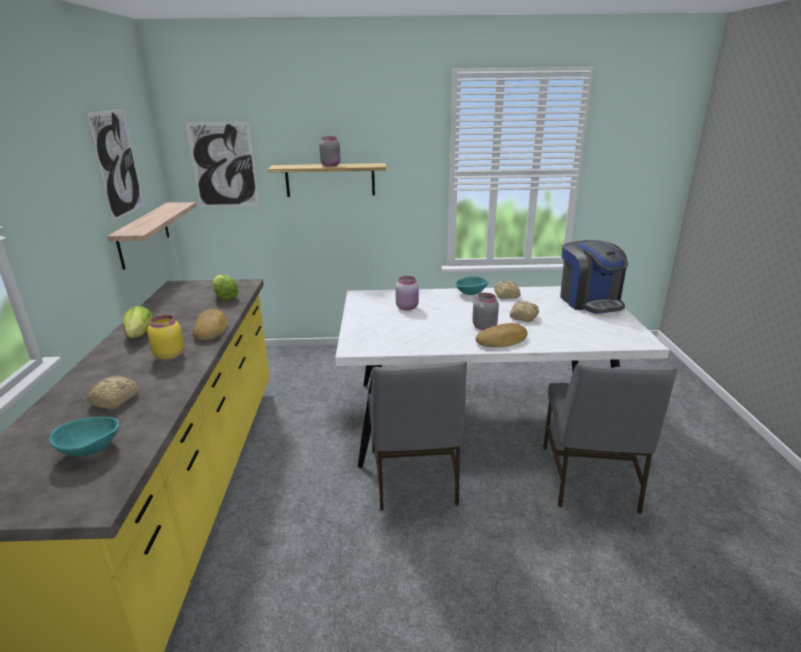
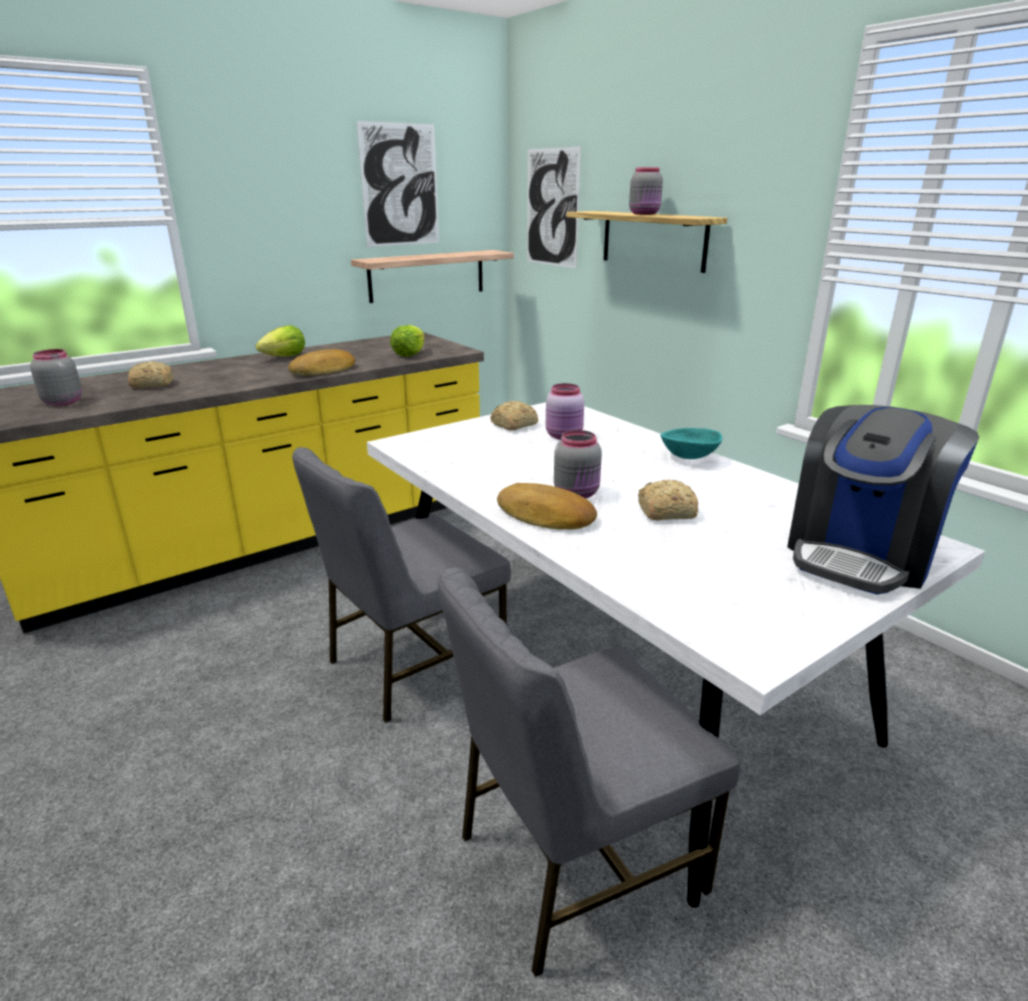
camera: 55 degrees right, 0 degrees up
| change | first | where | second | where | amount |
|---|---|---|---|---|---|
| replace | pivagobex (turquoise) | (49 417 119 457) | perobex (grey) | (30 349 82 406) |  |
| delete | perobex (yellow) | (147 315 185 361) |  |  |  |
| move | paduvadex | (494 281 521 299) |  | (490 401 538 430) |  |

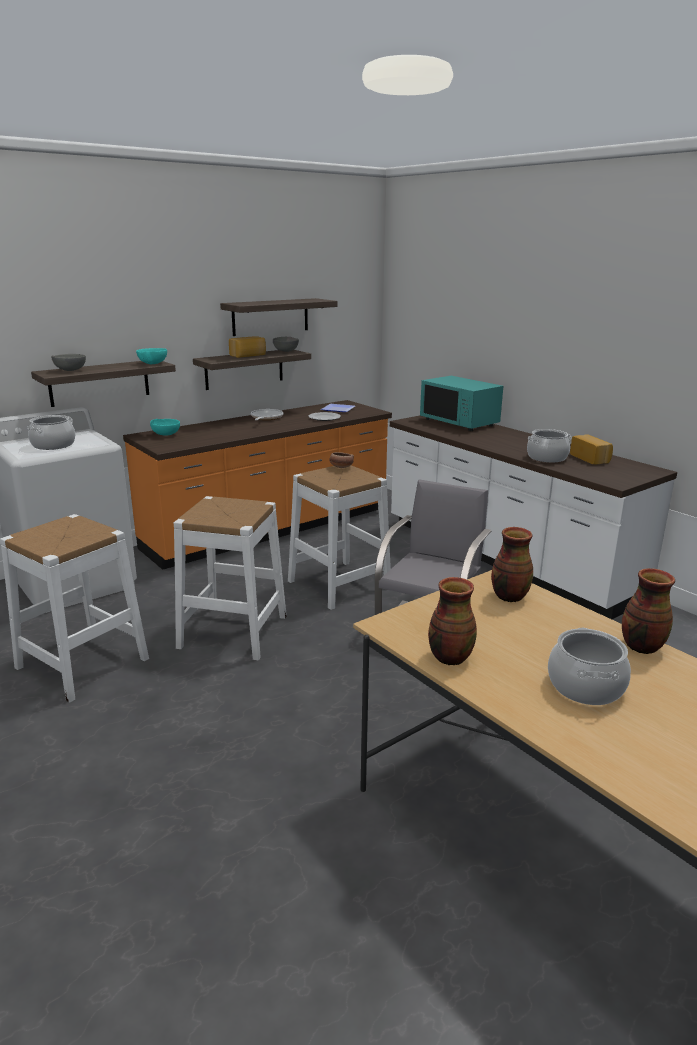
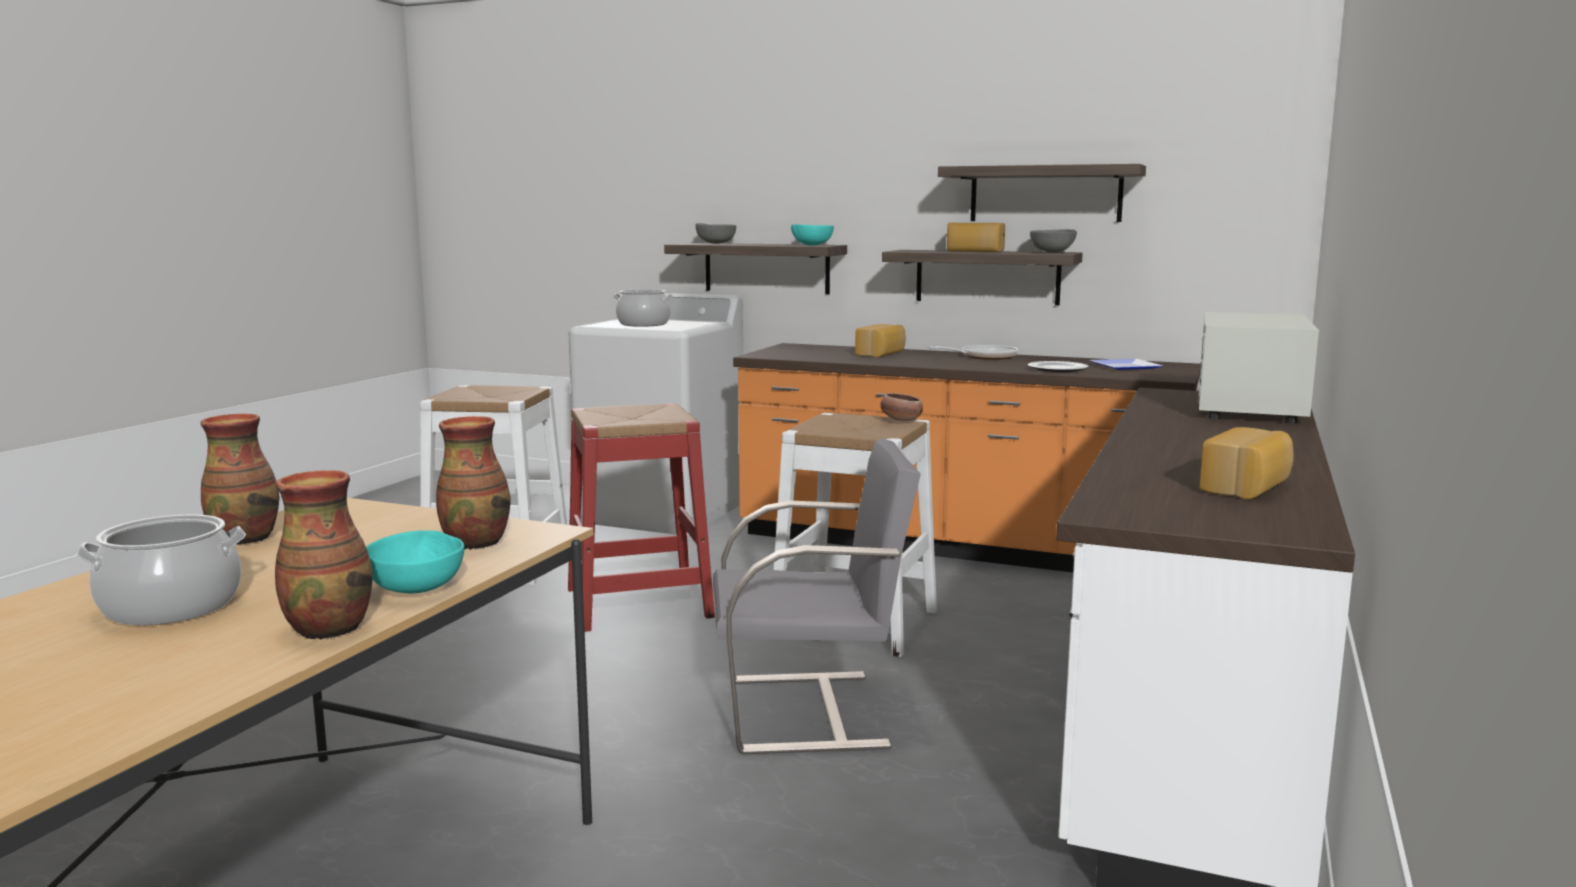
camera: 60 degrees right, 10 degrees down
| change | first | where | second | where | amount |
|---|---|---|---|---|---|
| move | pivagobex (turquoise) | (150 419 180 436) |  | (366 530 464 593) |  |
| recolor | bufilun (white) | (174 496 287 660) | bufilun (red) | (568 403 715 632) |  |
| recolor | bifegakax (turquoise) | (420 376 503 431) | bifegakax (white) | (1199 312 1319 424) |  |
| delete | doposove | (527 429 572 463) |  |  |  |
| insert |  |  | paduvadex | (855 324 906 357) |  |

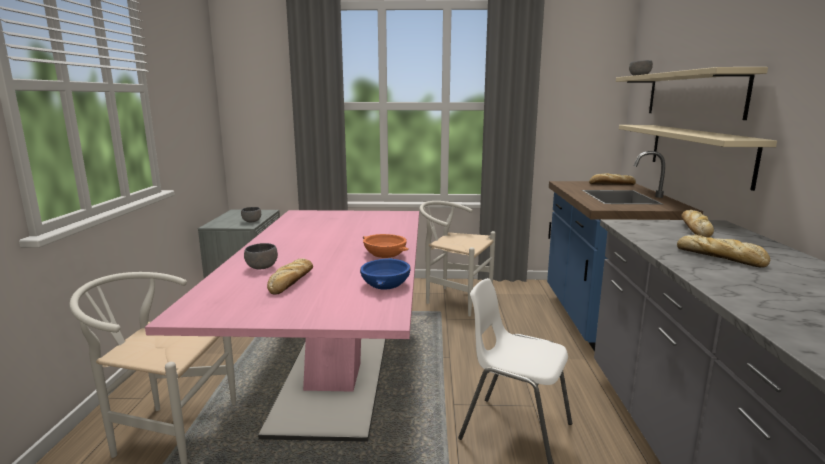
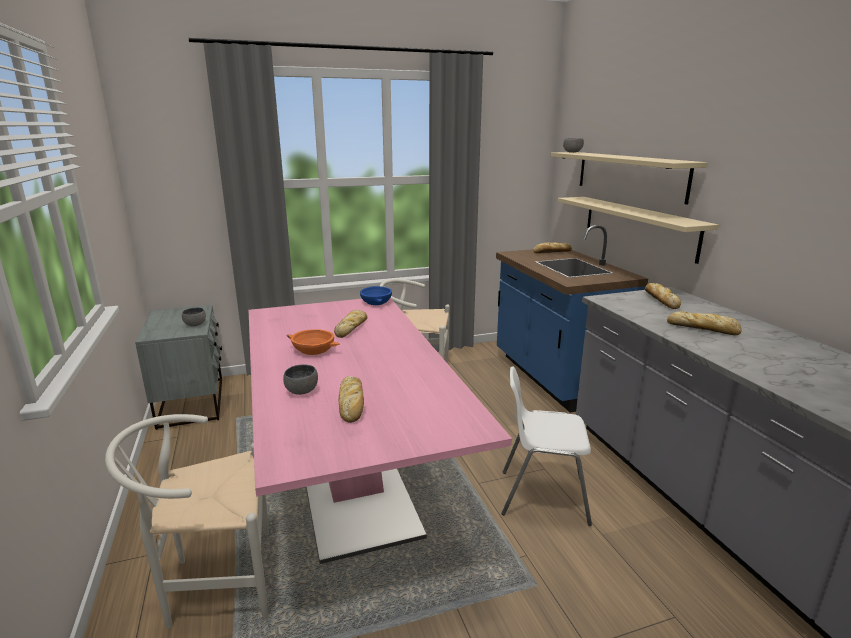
camera: 20 degrees left, 5 degrees up
| change | first | where | second | where | amount |
|---|---|---|---|---|---|
| move | pivagobex (blue) | (360 258 411 290) |  | (360 286 392 305) |  |
| move | pivagobex (orange) | (363 234 409 258) |  | (287 329 339 355) |  |
| insert |  |  | paduvadex | (334 310 367 338) |  |

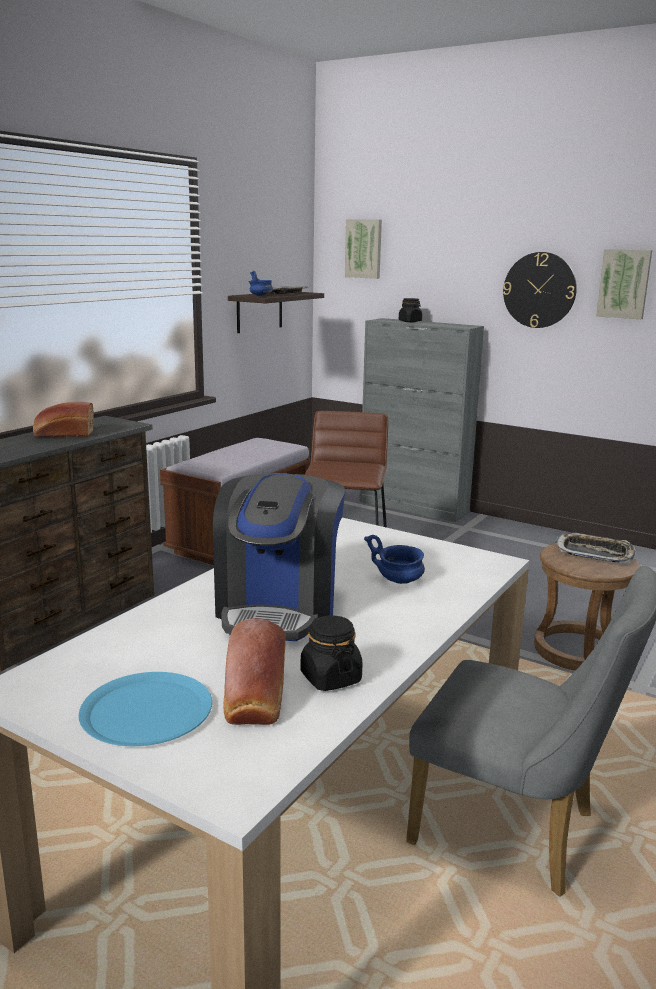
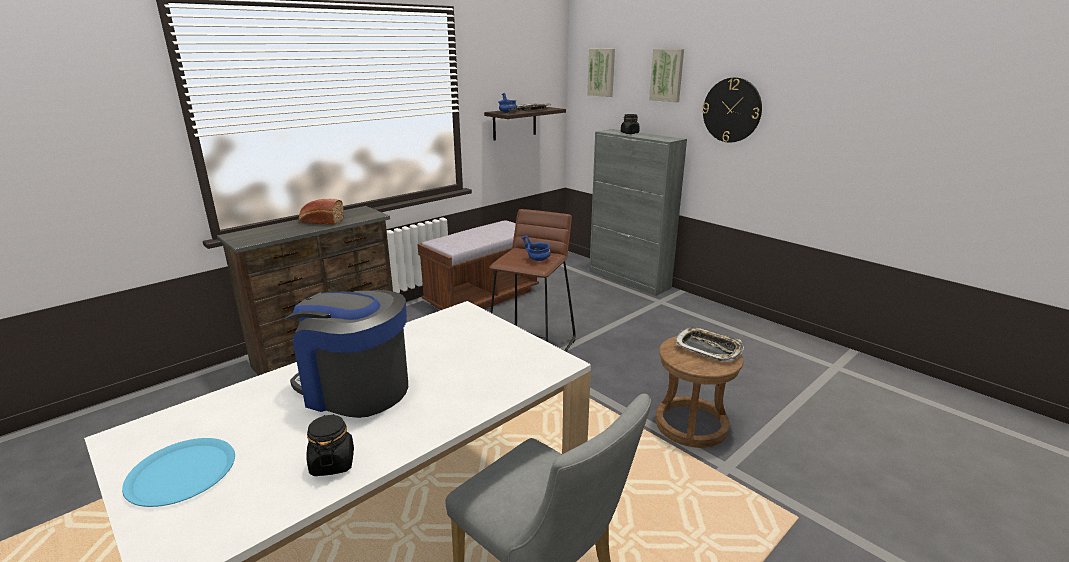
camera: 15 degrees right, 5 degrees up
| change | first | where | second | where | amount |
|---|---|---|---|---|---|
| rotate | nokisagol | (213 473 345 641) |  | (285 290 408 418) | 90 degrees clockwise |
| delete | paduvadex | (223 618 286 725) |  |  |  |
| move | pivagobex (blue) | (364 535 425 584) |  | (521 236 551 261) |  |
| move | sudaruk | (596 249 652 319) |  | (649 49 684 102) |  |

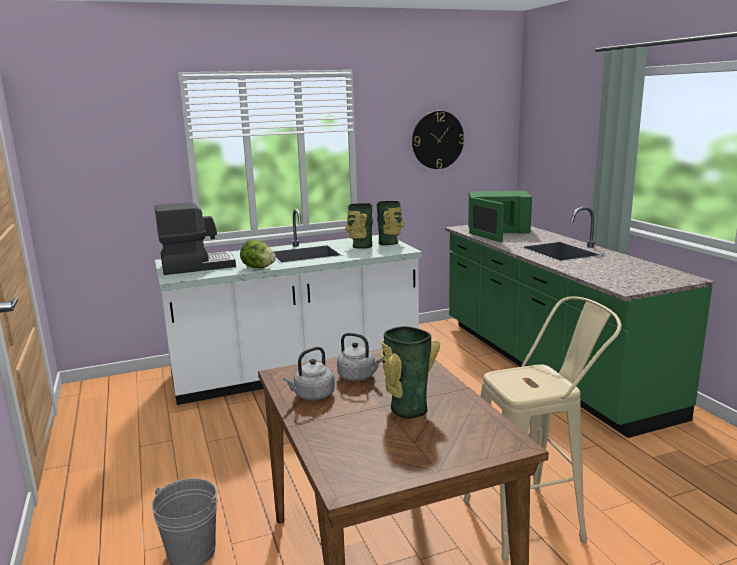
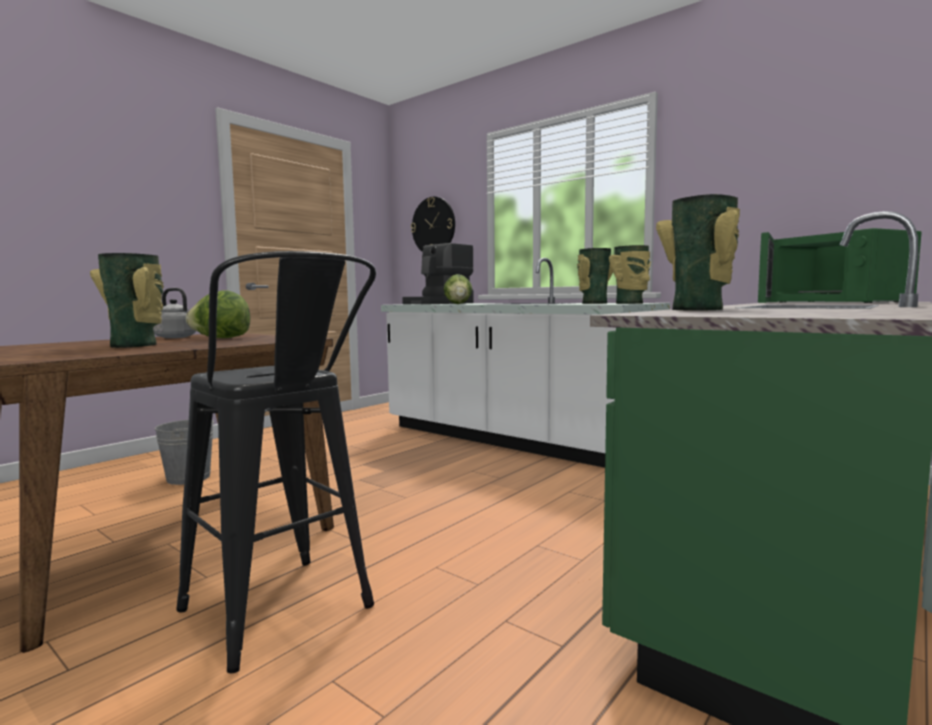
camera: 60 degrees right, 10 degrees down
| change | first | where | second | where | amount |
|---|---|---|---|---|---|
| rotate | nokisagol | (155 202 236 275) |  | (402 243 474 304) | 90 degrees clockwise |
| replace | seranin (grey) | (337 333 383 381) | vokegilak | (186 290 250 338) |  |
| move | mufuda | (412 111 465 169) |  | (411 197 455 252) |  |
| recolor | bufilun (beige) | (463 297 622 561) | bufilun (black) | (176 251 376 673) |  |
| insert |  |  | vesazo | (656 194 740 310) |  |

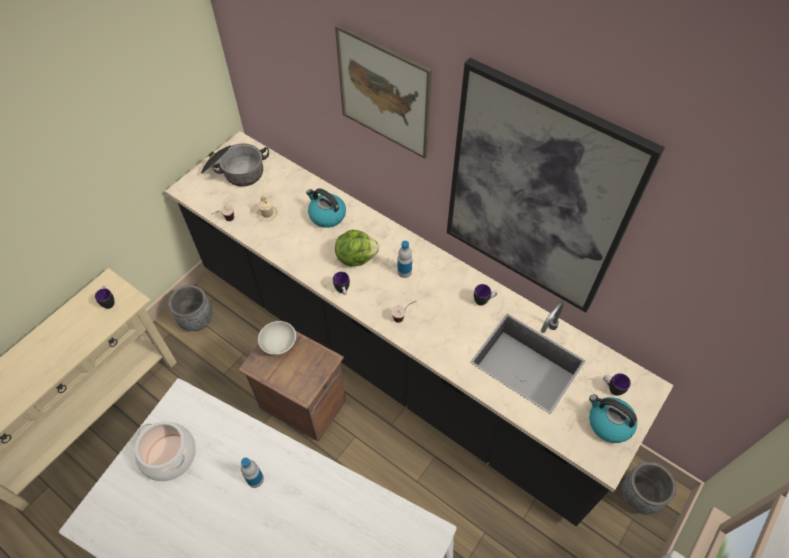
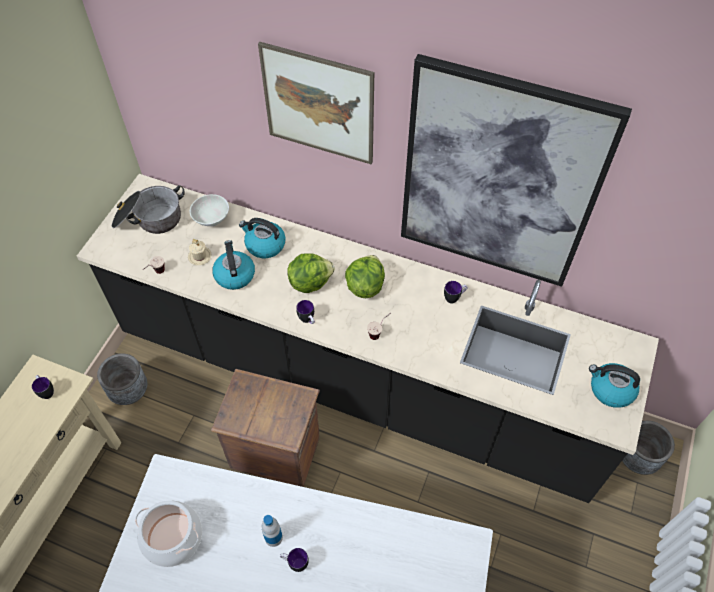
camera: 15 degrees left, 0 degrees up
| change | first | where | second | where | amount |
|---|---|---|---|---|---|
| move | pivagobex (white) | (258 321 296 355) |  | (190 194 229 226) |  |
| replace | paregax | (397 241 412 278) | vokegilak | (345 255 385 298) |  |
| move | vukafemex | (603 373 631 396) |  | (280 548 309 572) |  |
| insert |  |  | seranin | (212 240 255 290) |  |

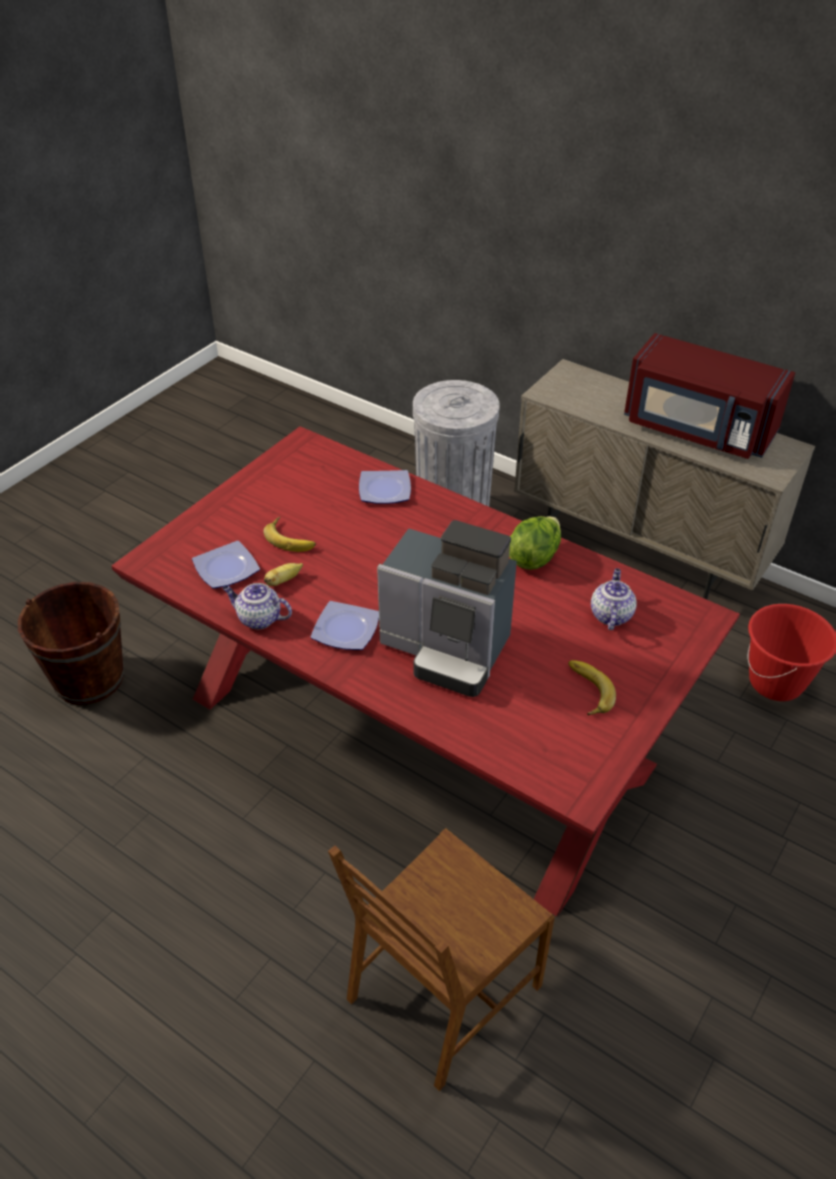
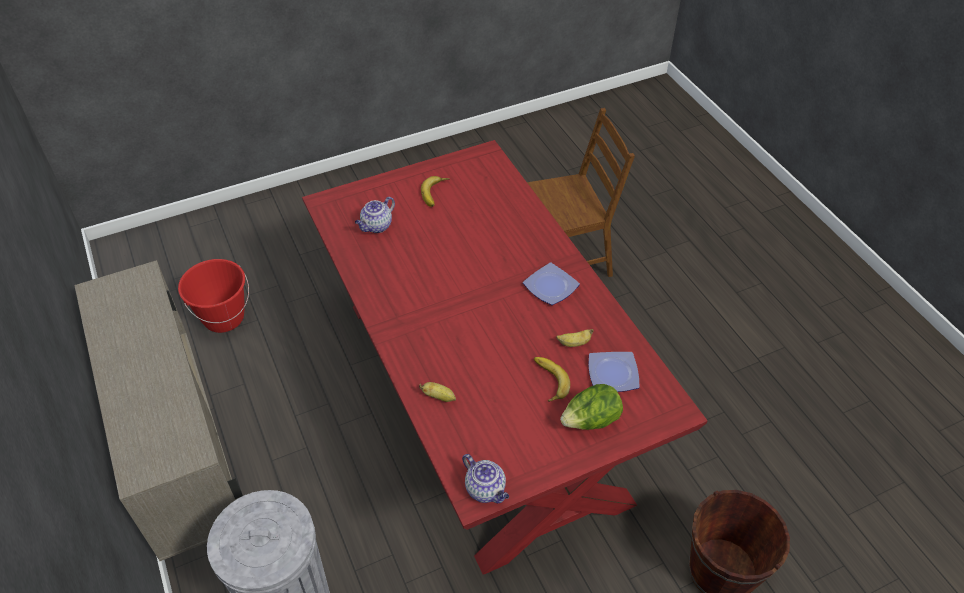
camera: 150 degrees left, 5 degrees up
| change | first | where | second | where | amount |
|---|---|---|---|---|---|
| move | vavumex | (222 583 292 629) |  | (462 454 509 503) |  |
| replace | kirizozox | (359 470 411 504) | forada | (419 382 456 402) |  |
| delete | nokisagol | (377 520 517 697) |  |  |  |
| move | vokegilak | (509 516 561 570) |  | (560 384 623 430) |  |
| delete | bifegakax (red) | (624 333 795 459) |  |  |  |

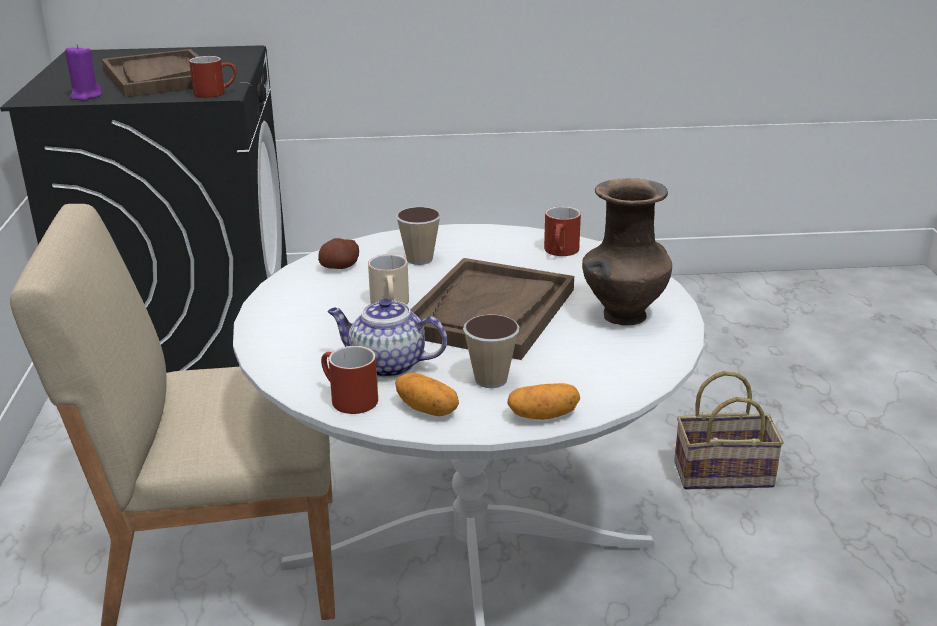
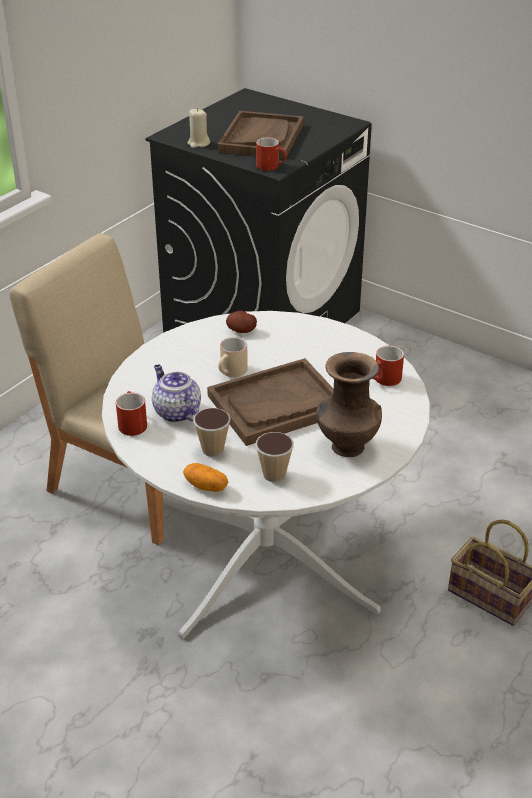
camera: 40 degrees right, 10 degrees up
| change | first | where | second | where | amount |
|---|---|---|---|---|---|
| recolor | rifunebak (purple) | (65 44 103 101) | rifunebak (beige) | (188 108 210 148) |  |
| delete | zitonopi | (395 373 459 416) |  |  |  |
| move | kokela | (396 207 441 265) |  | (255 432 294 482) |  |

